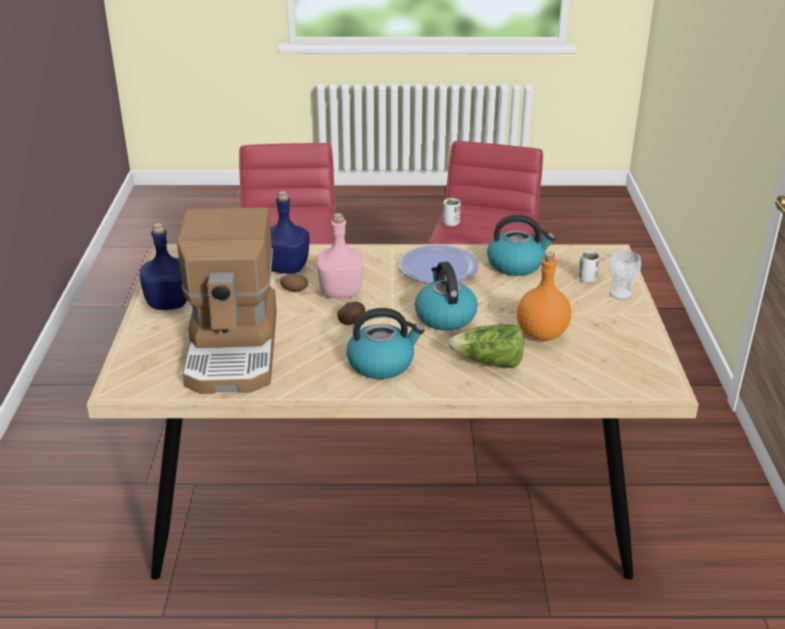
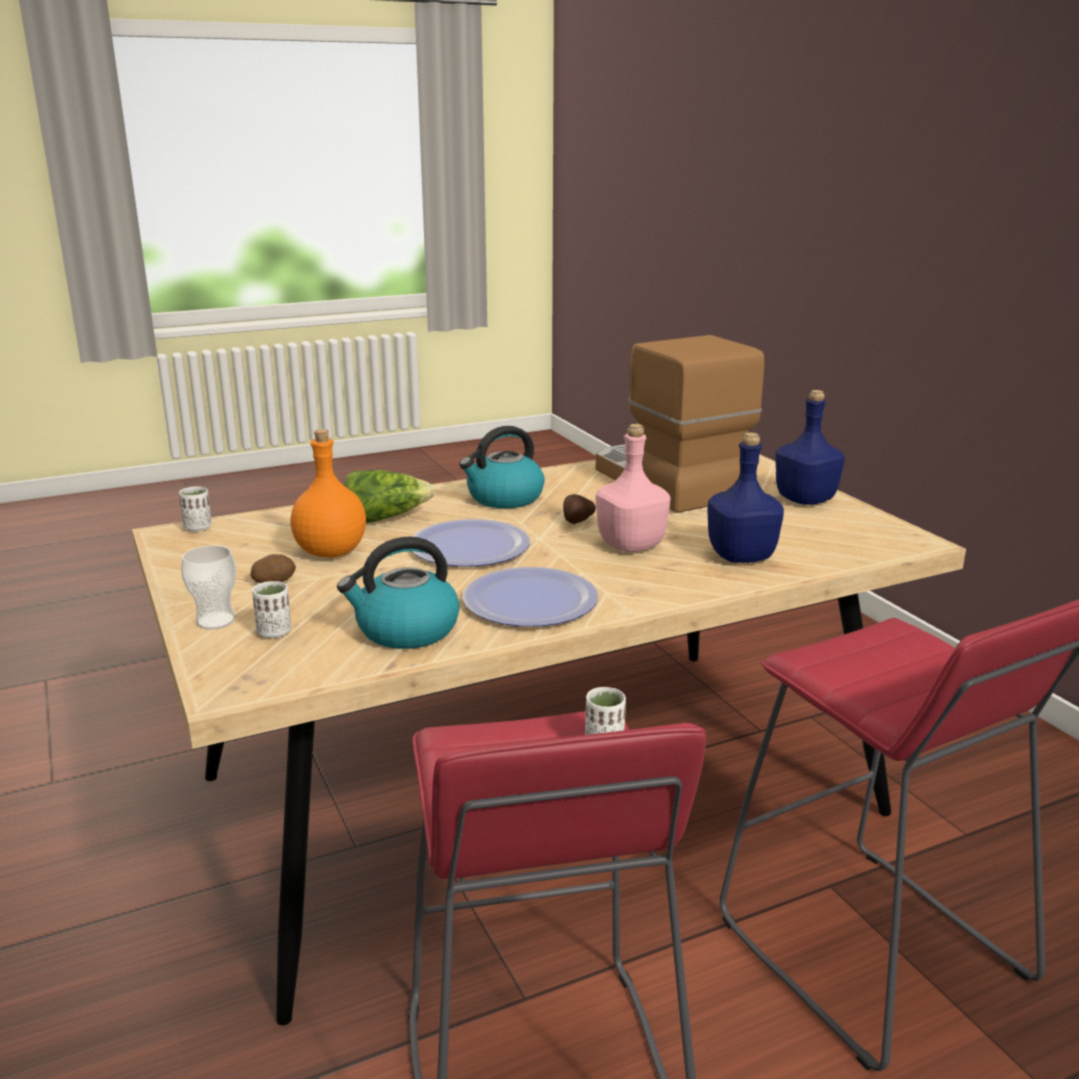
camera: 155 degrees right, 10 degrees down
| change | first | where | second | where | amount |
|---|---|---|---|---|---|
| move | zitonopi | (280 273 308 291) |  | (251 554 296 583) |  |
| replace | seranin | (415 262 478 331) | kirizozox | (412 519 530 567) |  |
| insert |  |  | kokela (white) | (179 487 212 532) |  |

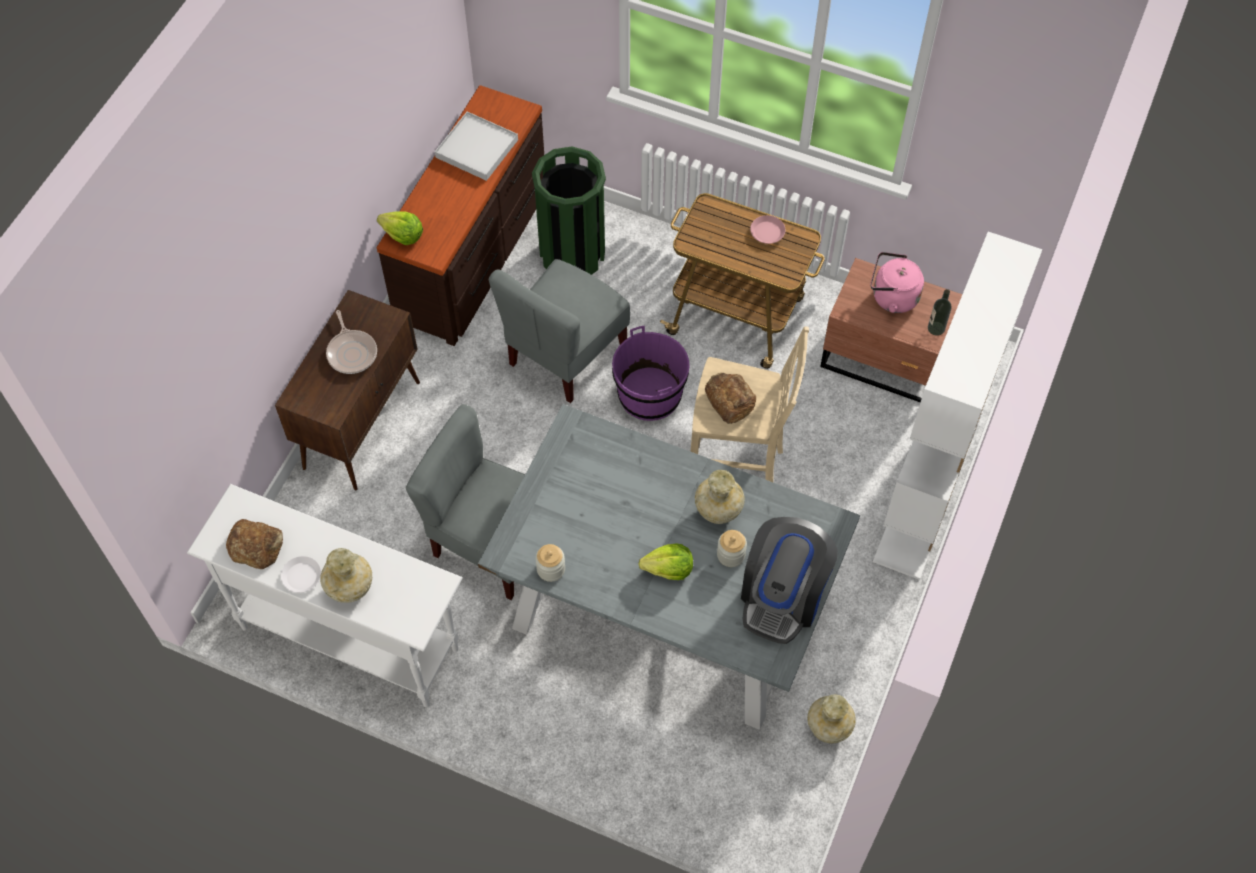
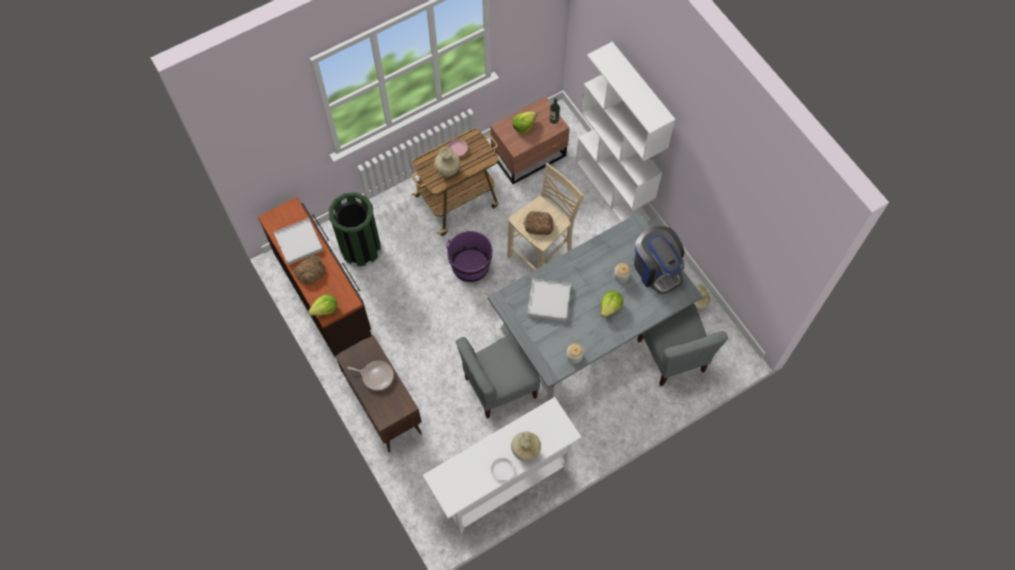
camera: 55 degrees left, 5 degrees up
| change | first | where | second | where | amount |
|---|---|---|---|---|---|
| move | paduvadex | (226 519 283 569) |  | (293 255 325 284) |  |
| move | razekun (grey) | (489 259 630 403) |  | (637 304 728 386) |  |
| move | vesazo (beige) | (695 470 745 524) |  | (434 147 460 177) |  |
| replace | seranin (pink) | (871 252 924 313) | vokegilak | (512 112 537 133) |  |
| insert |  |  | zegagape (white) | (527 278 571 321) |  |

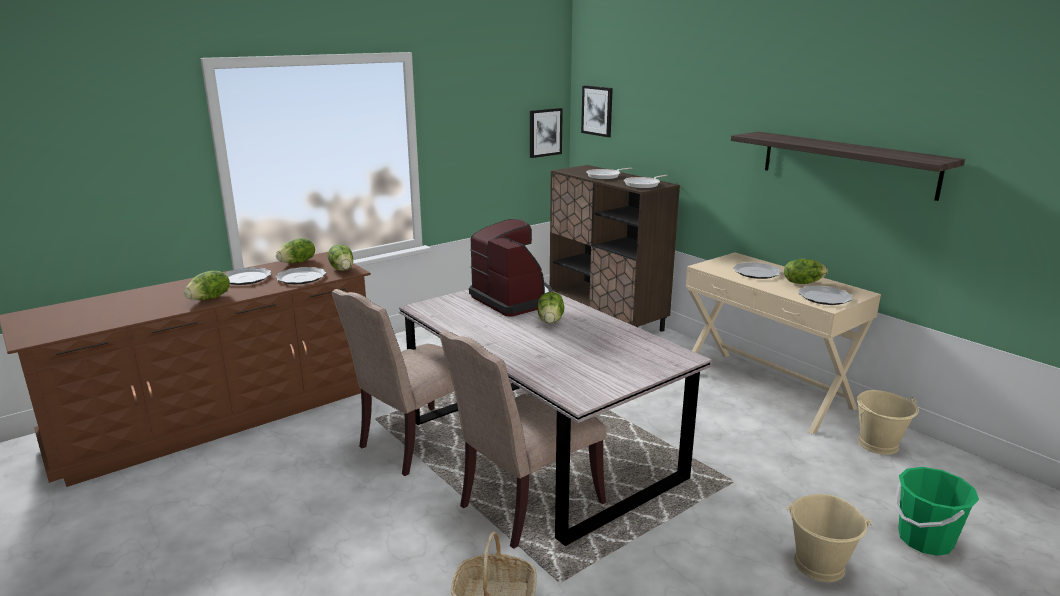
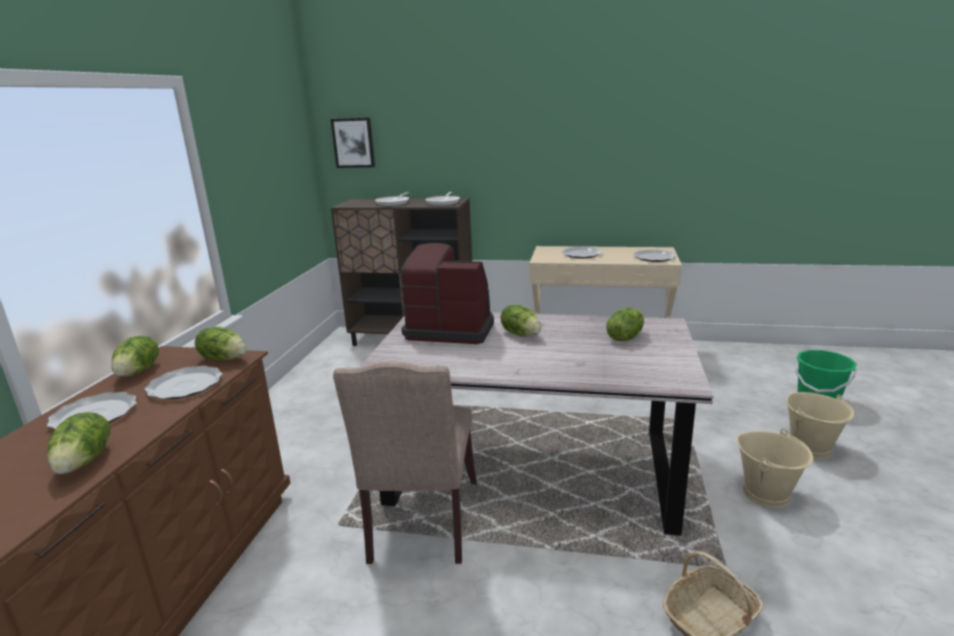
camera: 40 degrees left, 0 degrees up
| change | first | where | second | where | amount |
|---|---|---|---|---|---|
| delete | razekun (beige) | (439 330 606 549) |  |  |  |
| delete | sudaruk | (530 108 563 158) |  |  |  |
| delete | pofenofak | (731 132 965 201) |  |  |  |
| move | vokegilak | (784 259 828 284) |  | (606 308 644 341) |  |
| move | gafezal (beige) | (857 390 919 455) |  | (737 429 813 508) |  |

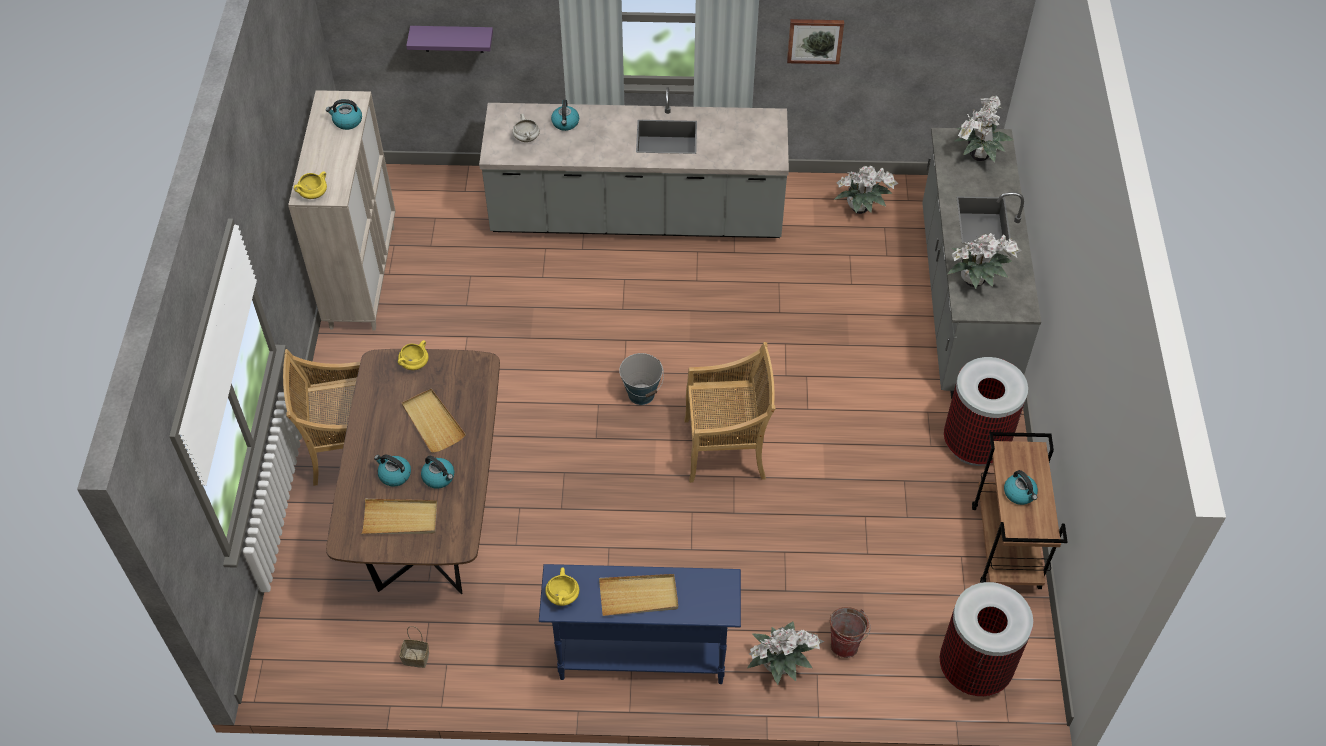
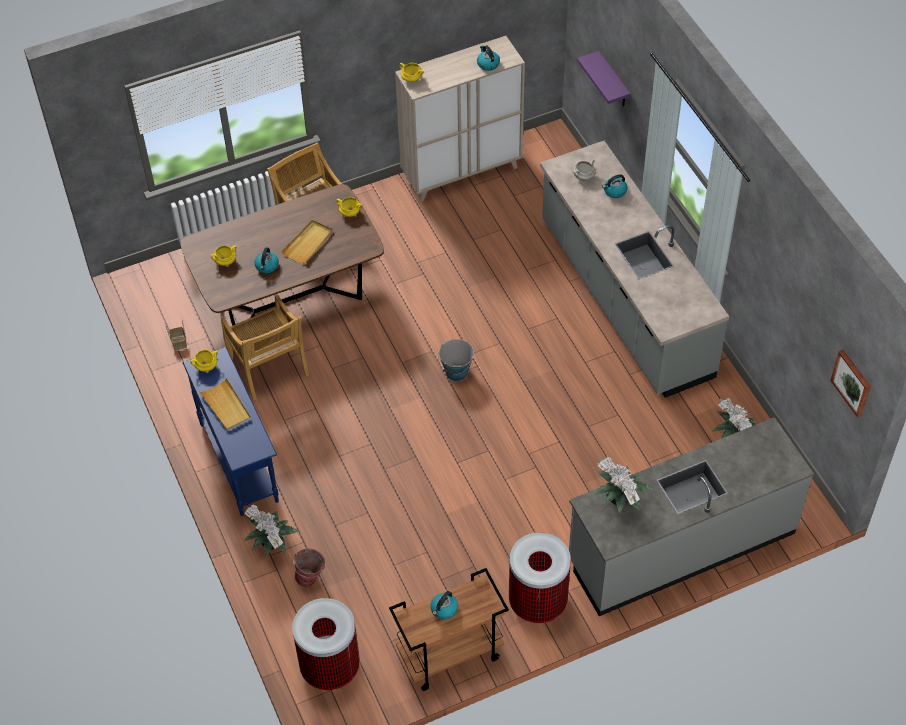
camera: 65 degrees right, 0 degrees up
| change | first | where | second | where | amount |
|---|---|---|---|---|---|
| replace | zegagape (beige) | (361 499 437 534) | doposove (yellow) | (211 245 236 266) |  |
| delete | seranin | (374 455 411 487) |  |  |  |
| move | razekun (beige) | (684 342 776 483) |  | (221 294 309 400) |  |
| move | sudaruk | (787 19 844 64) |  | (830 349 871 418) |  |
| delete | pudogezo | (953 95 1013 162) |  |  |  |

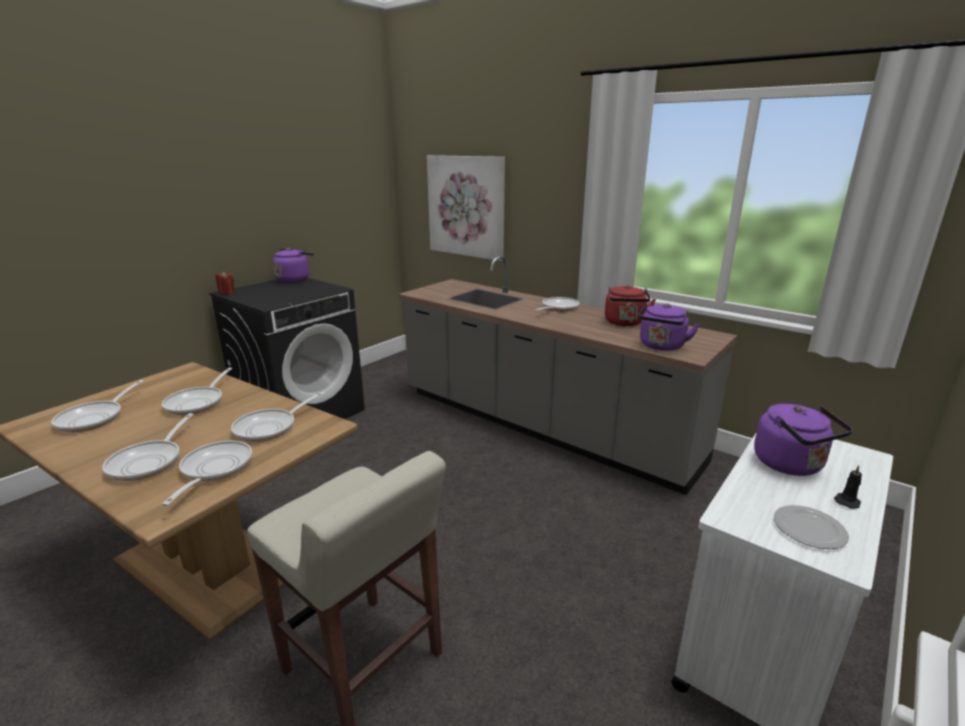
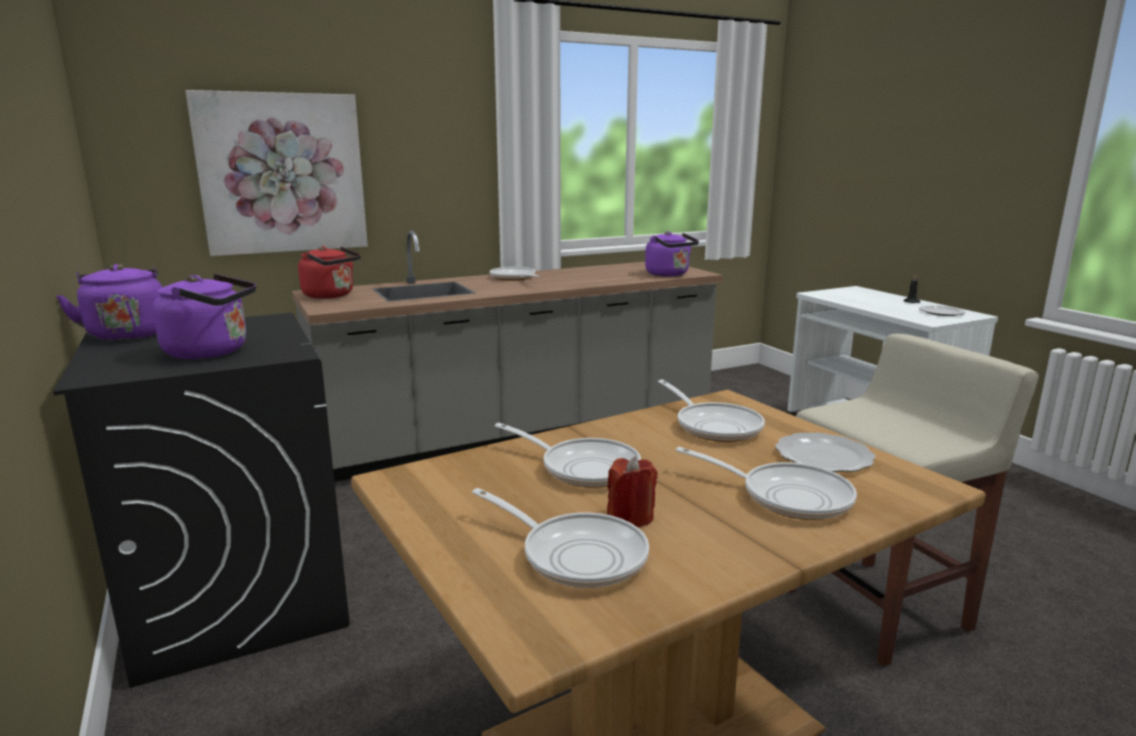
camera: 65 degrees left, 5 degrees down
| change | first | where | second | where | amount |
|---|---|---|---|---|---|
| replace | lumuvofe | (162 441 252 506) | kirizozox | (775 432 875 472) |  |
| move | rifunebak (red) | (215 272 235 295) |  | (607 456 658 527) |  |
| move | seranin (red) | (605 285 656 326) |  | (298 246 361 299) |  |
| move | seranin (purple) | (754 404 853 476) |  | (153 274 256 359) |  |

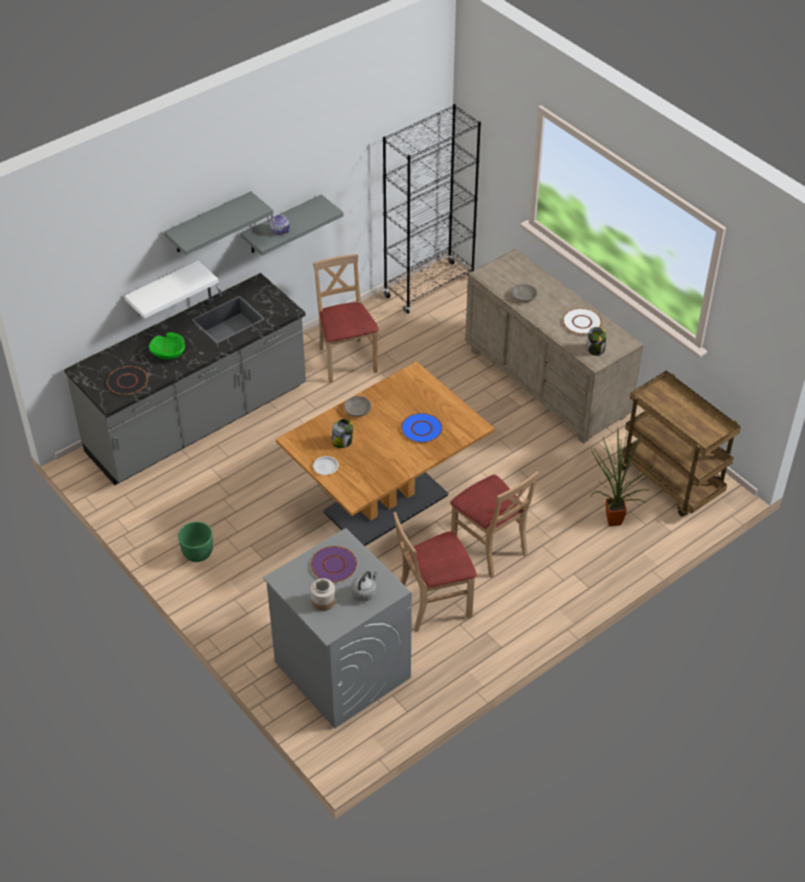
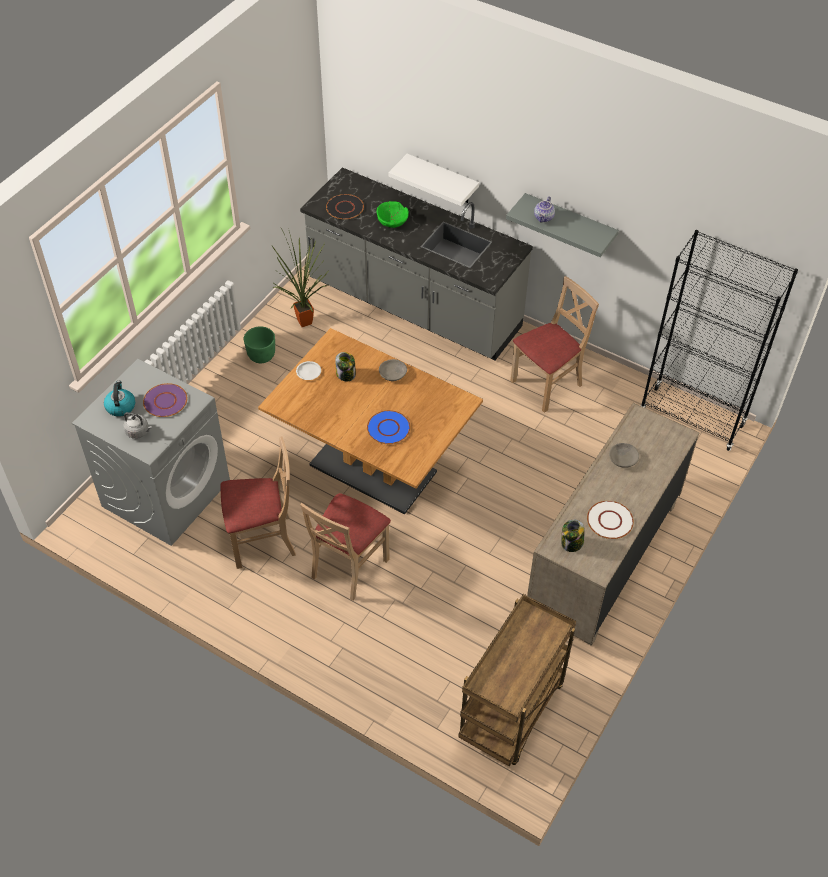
camera: 70 degrees right, 5 degrees up
| change | first | where | second | where | amount |
|---|---|---|---|---|---|
| delete | pofenofak (grey) | (164 191 273 255) |  |  |  |
| replace | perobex | (311 578 335 611) | seranin | (104 381 135 417) |  |
| rotate | razekun (beige) | (393 512 477 632) |  | (221 437 296 569) | 120 degrees clockwise |
| move | pudogezo | (591 427 654 526) |  | (272 228 329 327) |  |

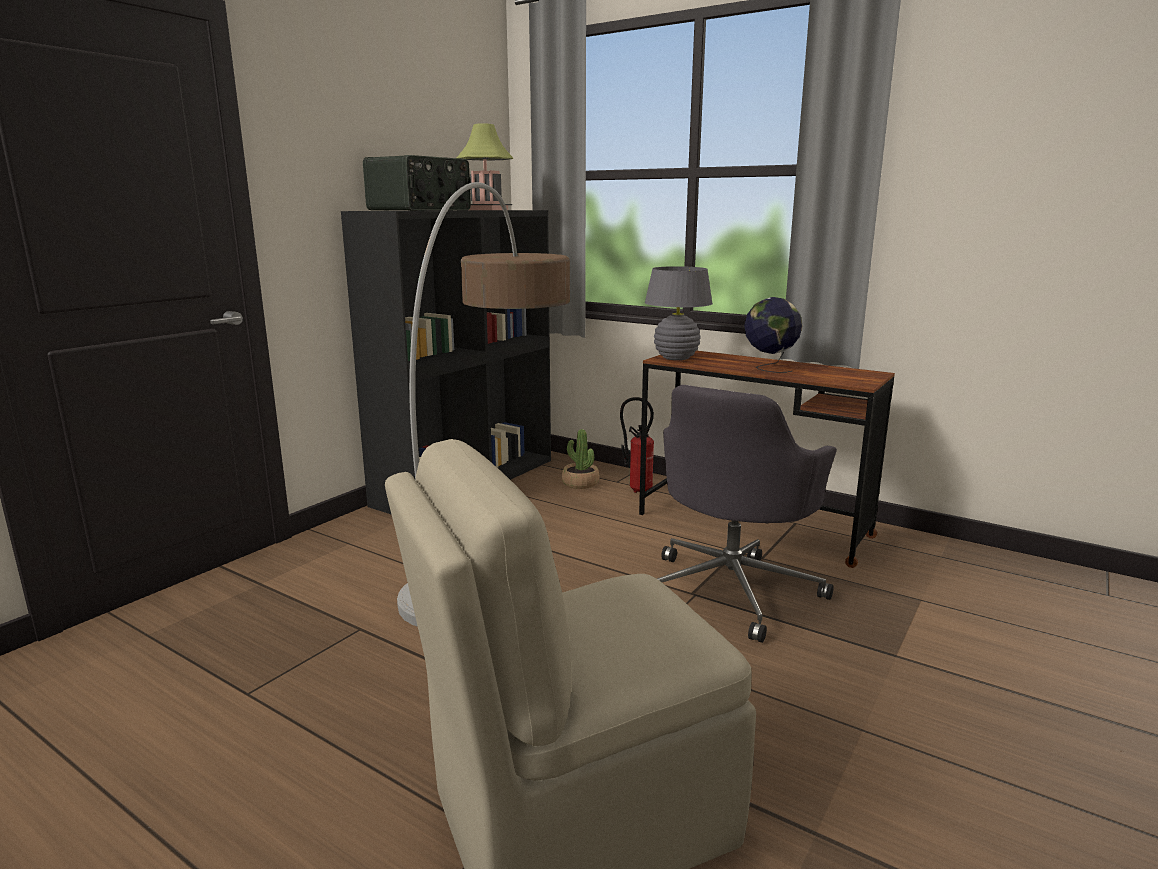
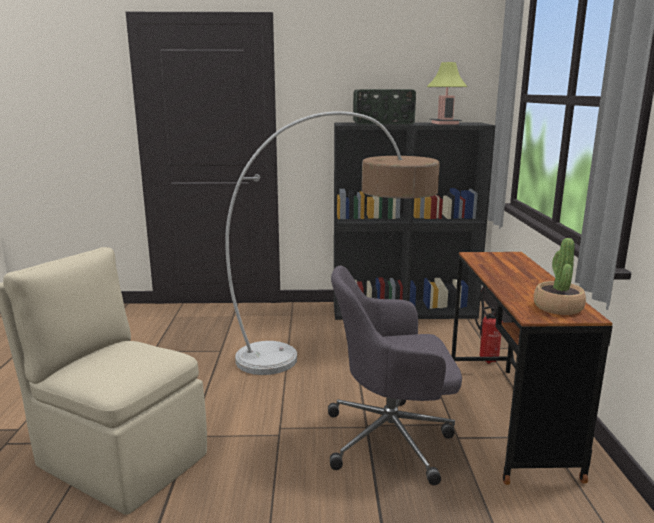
camera: 55 degrees right, 0 degrees up
| change | first | where | second | where | amount |
|---|---|---|---|---|---|
| move | pudogezo | (562 429 600 489) |  | (534 238 586 315) |  |
| delete | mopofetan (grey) | (645 266 713 360) |  |  |  |
| delete | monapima | (744 297 802 373) |  |  |  |

